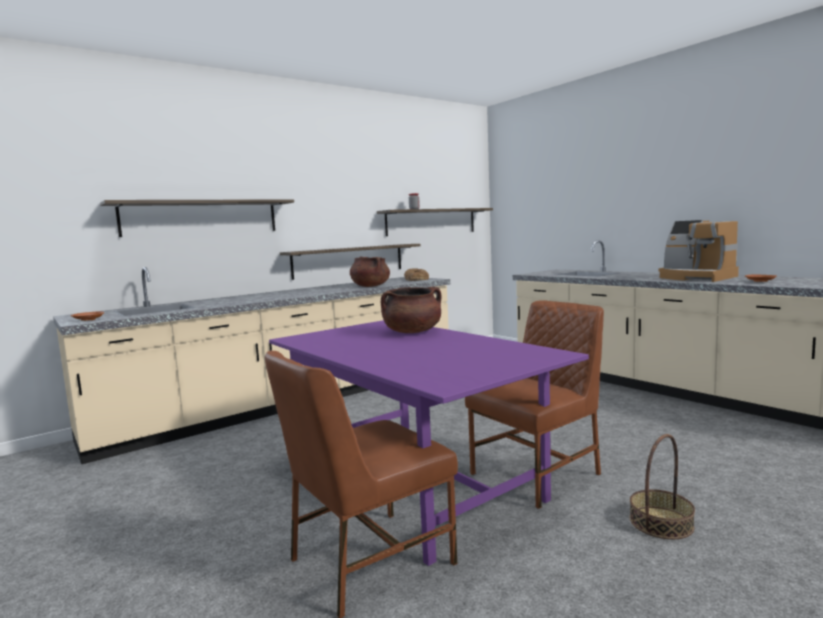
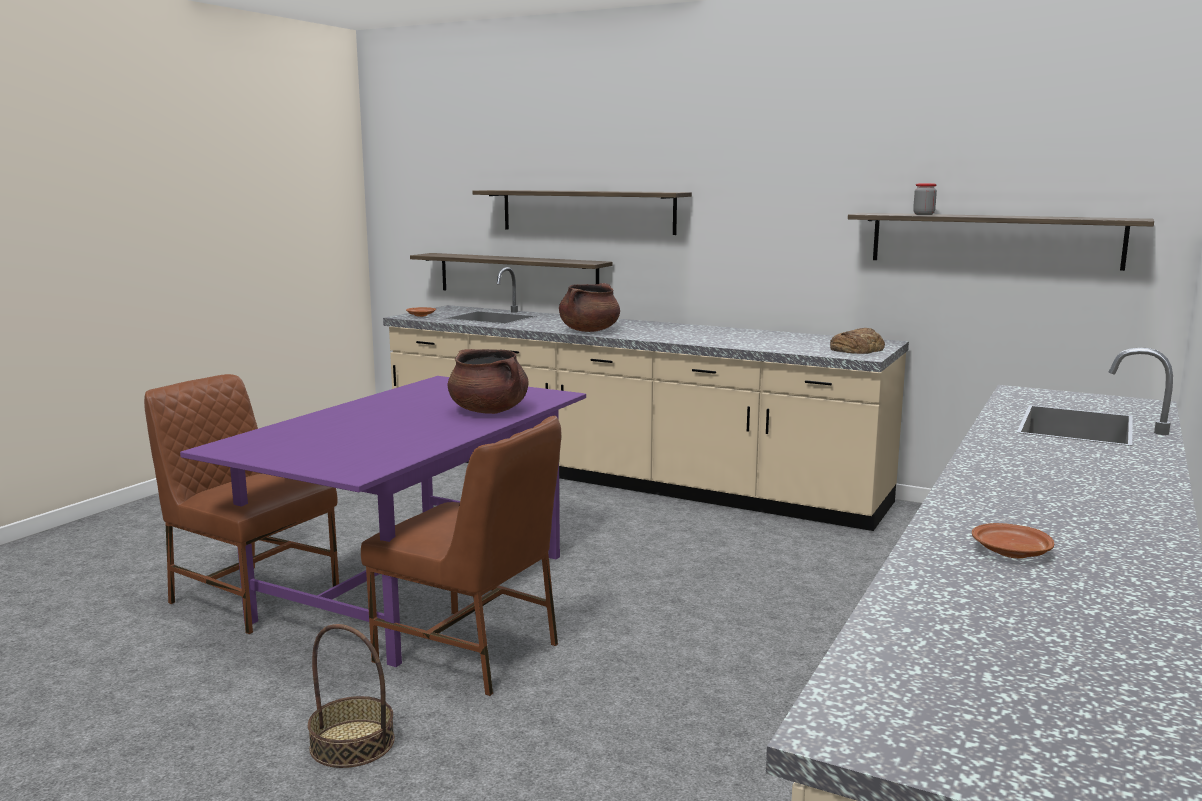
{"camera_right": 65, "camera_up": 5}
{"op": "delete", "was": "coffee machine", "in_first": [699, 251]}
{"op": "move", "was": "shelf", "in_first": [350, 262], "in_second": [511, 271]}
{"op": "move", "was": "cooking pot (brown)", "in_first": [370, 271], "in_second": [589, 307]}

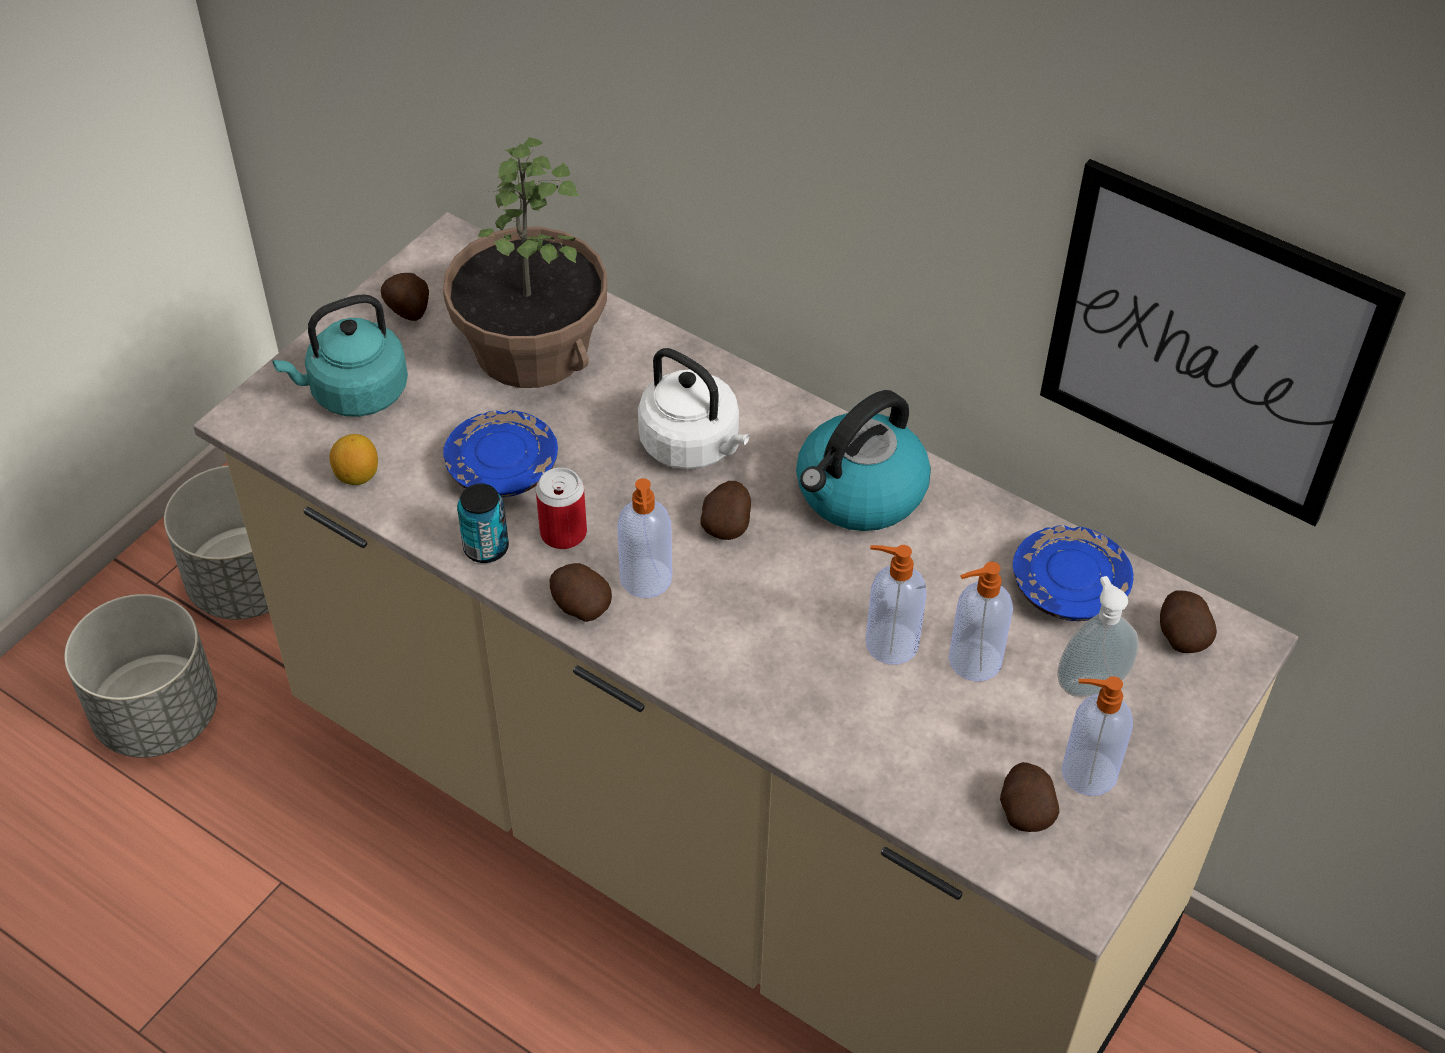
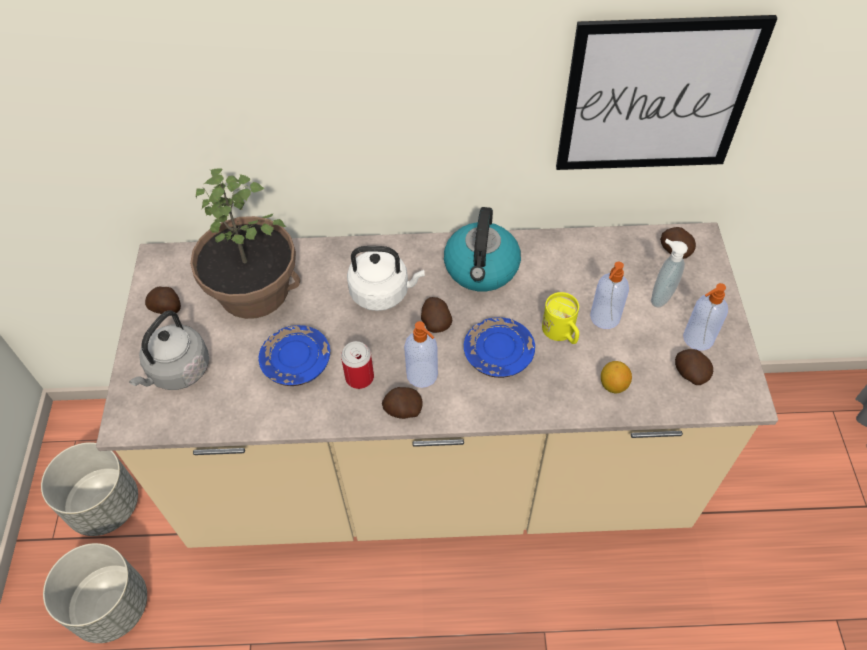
{"camera_right": -35, "camera_up": 5}
{"op": "recolor", "was": "kettle (turquoise)", "now": "kettle (grey)", "in_first": [340, 355], "in_second": [169, 350]}
{"op": "move", "was": "lemon", "in_first": [354, 459], "in_second": [616, 377]}
{"op": "delete", "was": "can", "in_first": [483, 523]}
{"op": "move", "was": "plate (blue)", "in_first": [1073, 573], "in_second": [499, 347]}
{"op": "replace", "was": "soap dispenser", "now": "mug (yellow)", "in_first": [896, 604], "in_second": [560, 318]}

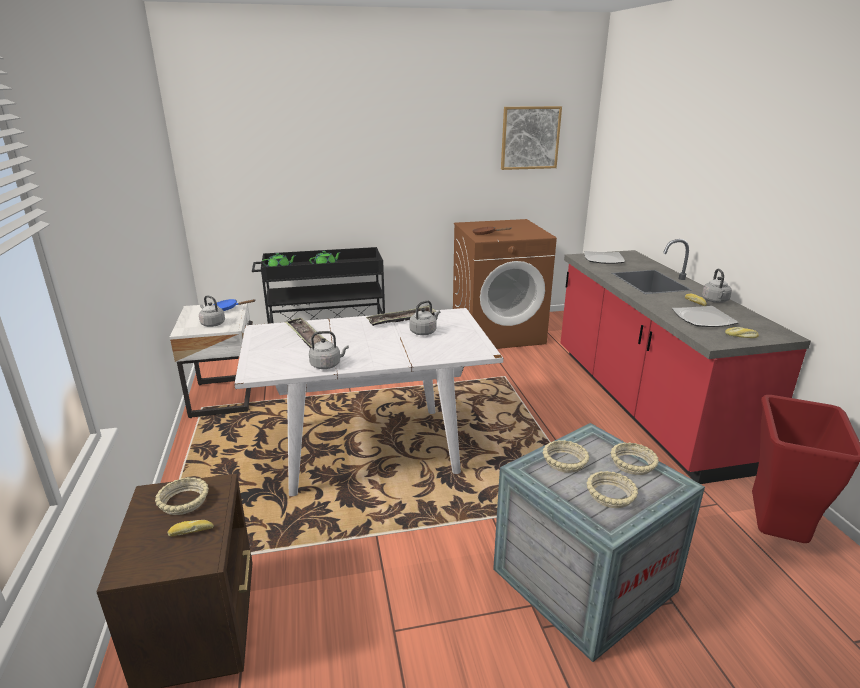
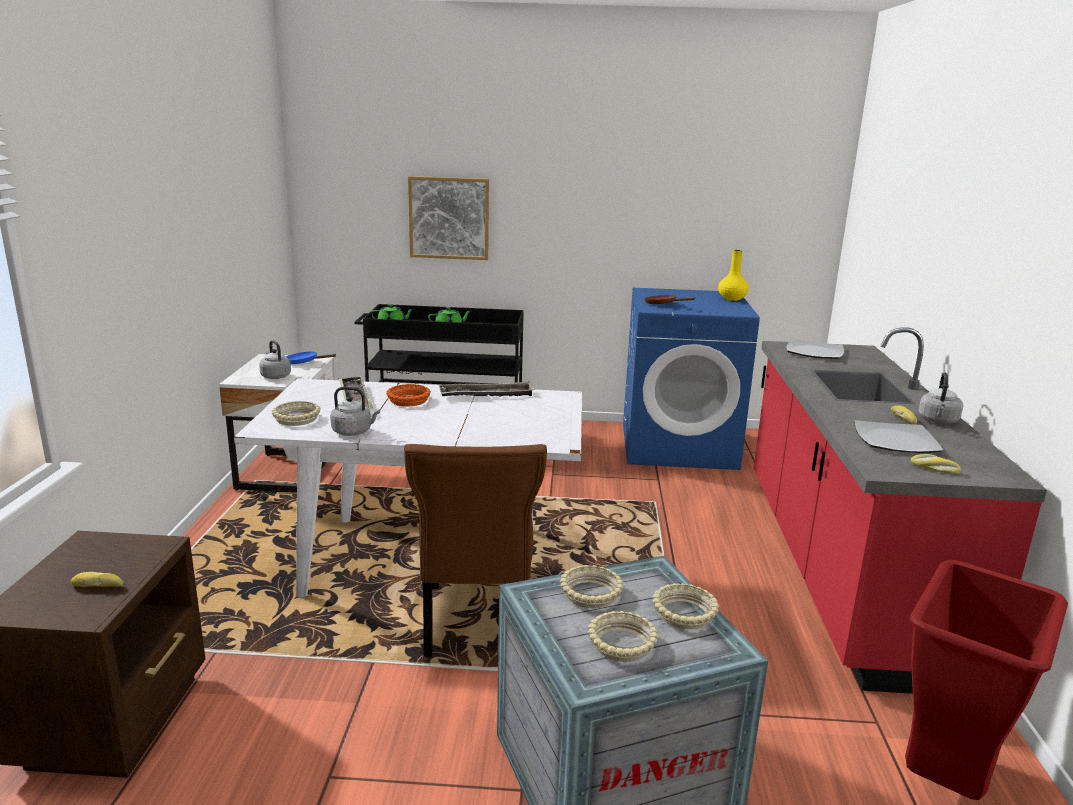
{"camera_right": 15, "camera_up": -5}
{"op": "move", "was": "picture", "in_first": [531, 138], "in_second": [448, 218]}
{"op": "recolor", "was": "washing machine (brown)", "now": "washing machine (blue)", "in_first": [505, 284], "in_second": [691, 379]}
{"op": "delete", "was": "kettle (grey)", "in_first": [424, 317]}
{"op": "move", "was": "bowl (beige)", "in_first": [182, 496], "in_second": [296, 413]}
{"op": "insert", "now": "vase (yellow)", "in_second": [733, 275]}
{"op": "insert", "now": "bowl (orange)", "in_second": [408, 395]}
{"op": "insert", "now": "chair (brown)", "in_second": [475, 550]}

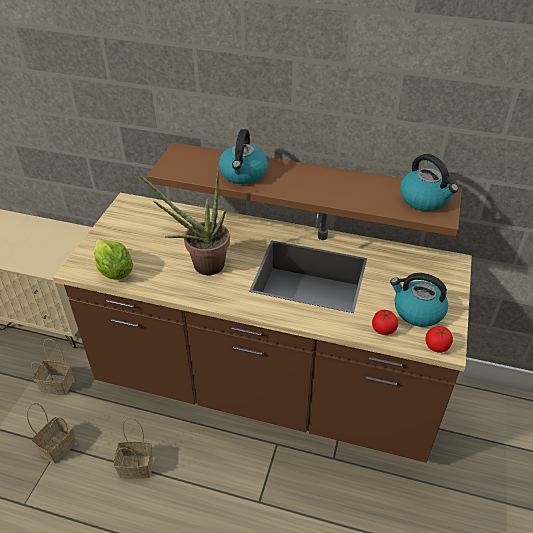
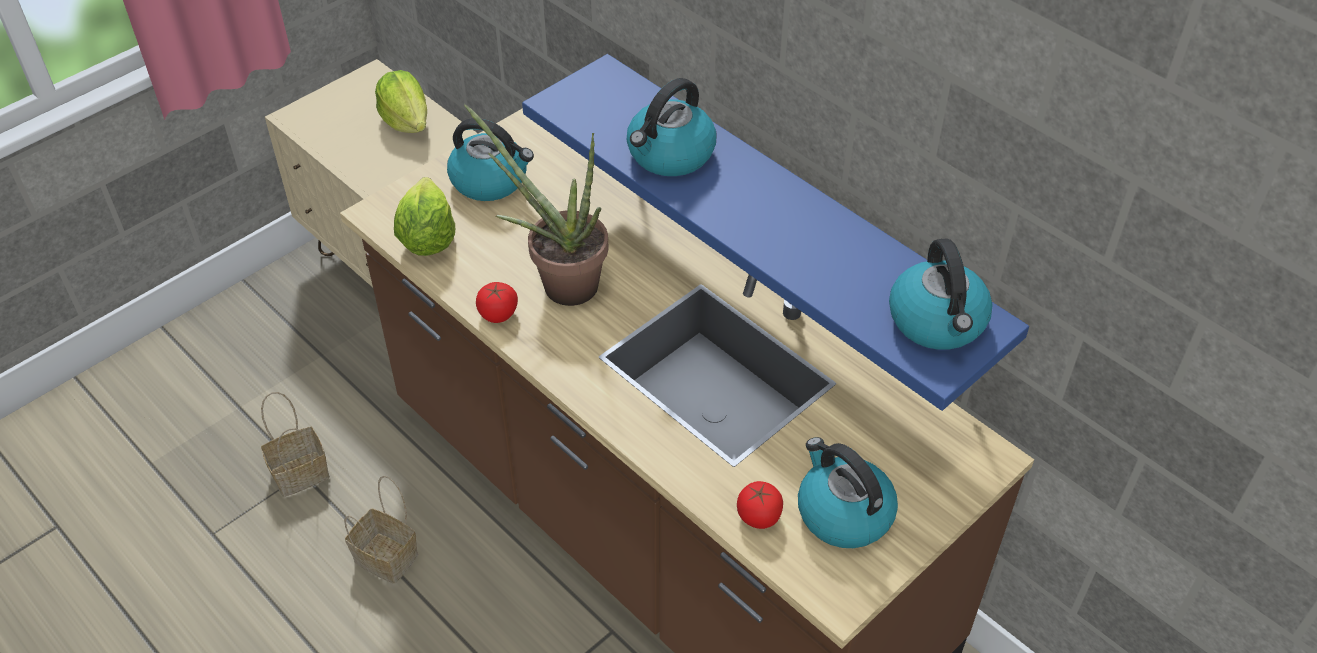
{"camera_right": 30, "camera_up": 5}
{"op": "recolor", "was": "shelf (brown)", "now": "shelf (blue)", "in_first": [304, 189], "in_second": [775, 232]}
{"op": "move", "was": "tomato", "in_first": [439, 339], "in_second": [497, 302]}
{"op": "delete", "was": "basket", "in_first": [52, 367]}
{"op": "insert", "now": "lettuce", "in_second": [401, 101]}
{"op": "insert", "now": "kettle", "in_second": [490, 159]}

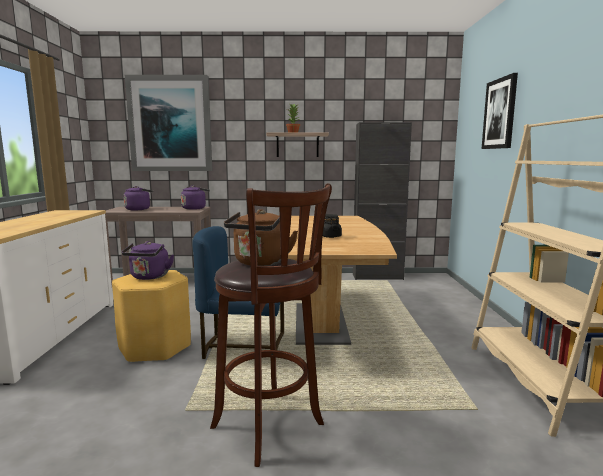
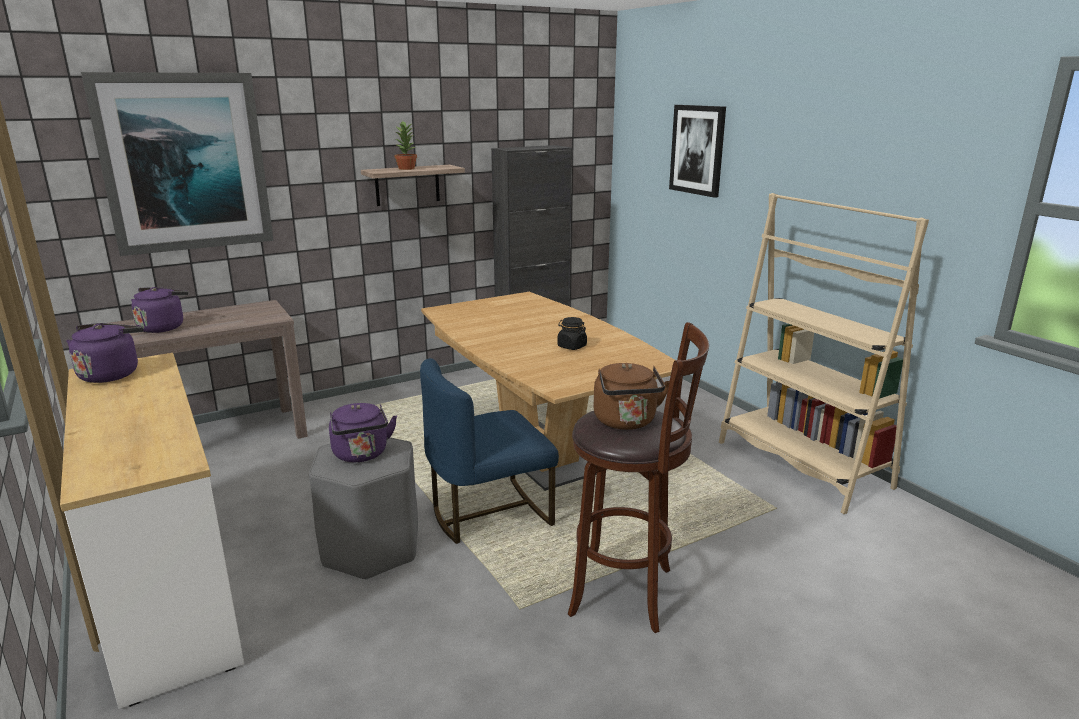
{"camera_right": -30, "camera_up": 10}
{"op": "move", "was": "kettle (purple)", "in_first": [195, 198], "in_second": [104, 353]}
{"op": "recolor", "was": "stool (yellow)", "now": "stool (grey)", "in_first": [151, 316], "in_second": [363, 508]}

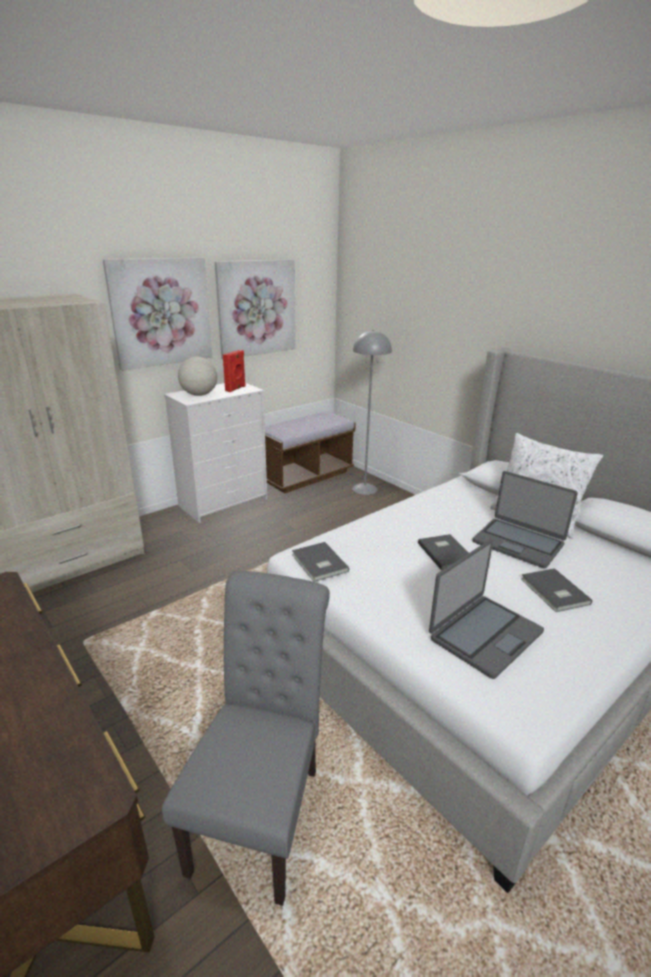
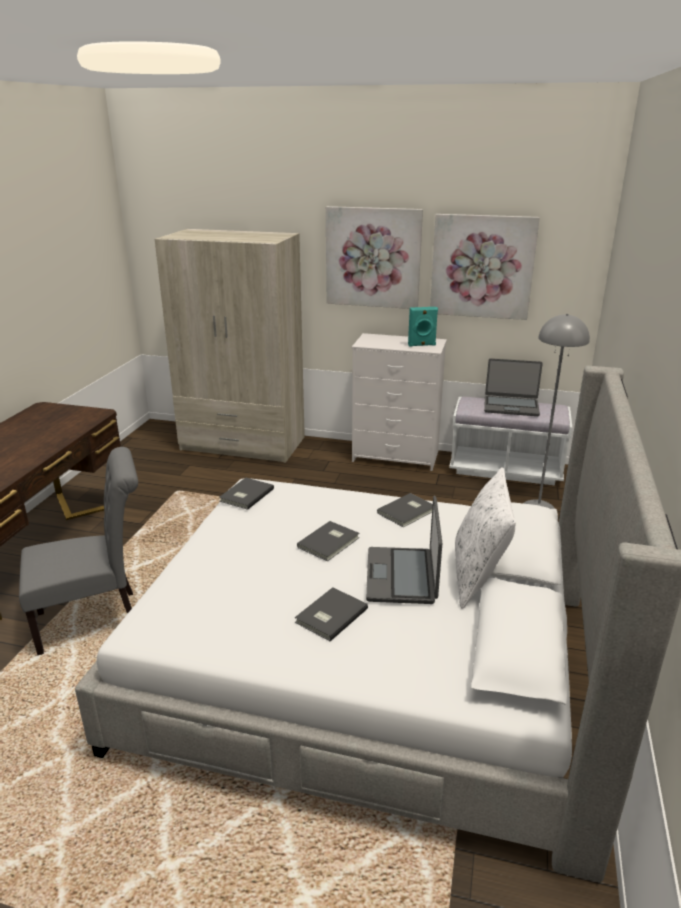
{"camera_right": 55, "camera_up": 0}
{"op": "recolor", "was": "speaker (red)", "now": "speaker (turquoise)", "in_first": [234, 371], "in_second": [423, 327]}
{"op": "delete", "was": "globe", "in_first": [197, 376]}
{"op": "recolor", "was": "bench (brown)", "now": "bench (white)", "in_first": [310, 452], "in_second": [510, 441]}
{"op": "move", "was": "laptop", "in_first": [486, 609], "in_second": [513, 387]}
{"op": "insert", "now": "book (grey)", "in_second": [405, 510]}

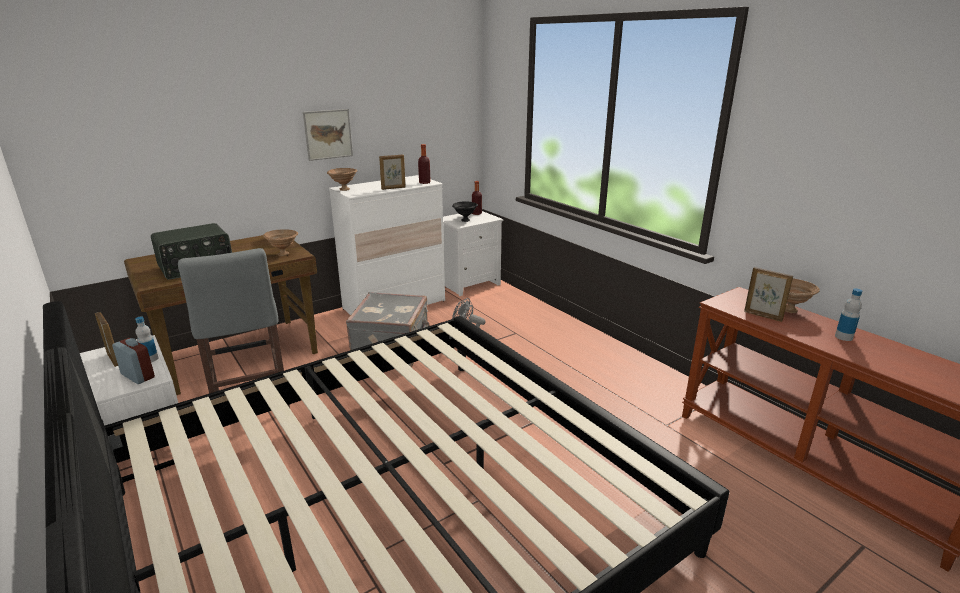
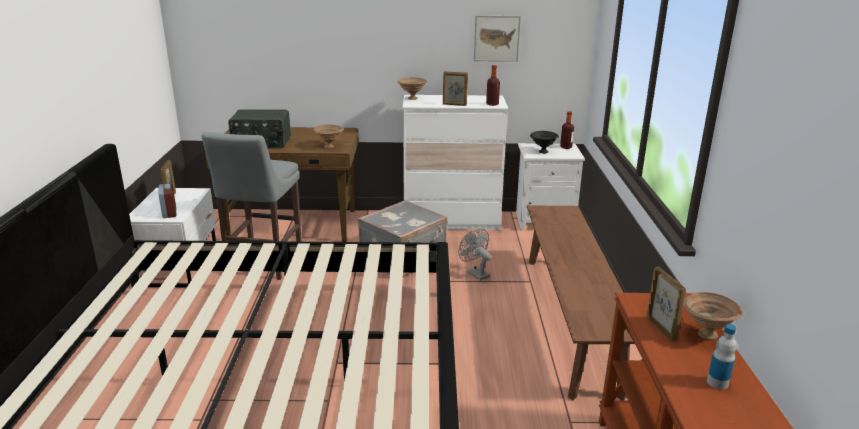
{"camera_right": 35, "camera_up": 0}
{"op": "move", "was": "picture", "in_first": [328, 135], "in_second": [497, 38]}
{"op": "delete", "was": "bottle", "in_first": [146, 339]}
{"op": "insert", "now": "bench (brown)", "in_second": [580, 303]}

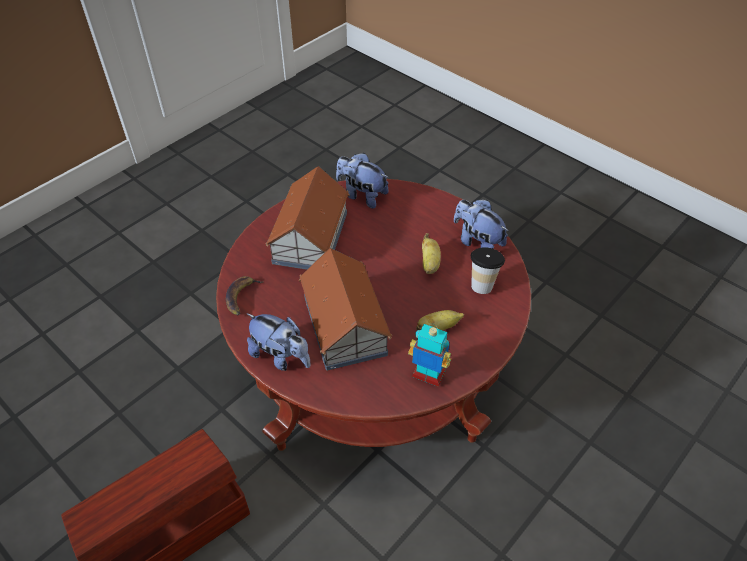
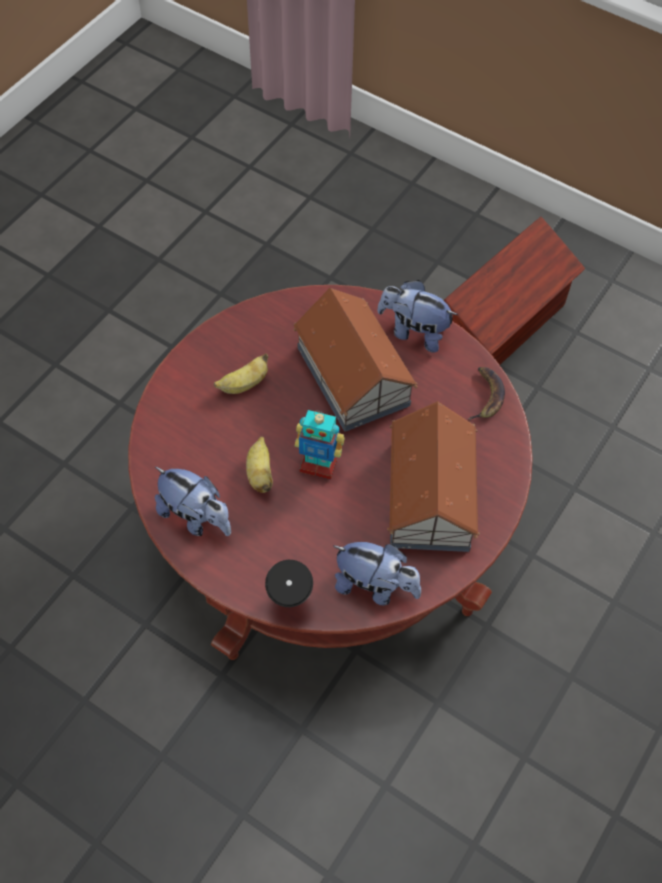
{"camera_right": 170, "camera_up": 10}
{"op": "move", "was": "cup", "in_first": [488, 270], "in_second": [289, 583]}
{"op": "move", "was": "toy robot", "in_first": [429, 355], "in_second": [320, 445]}

